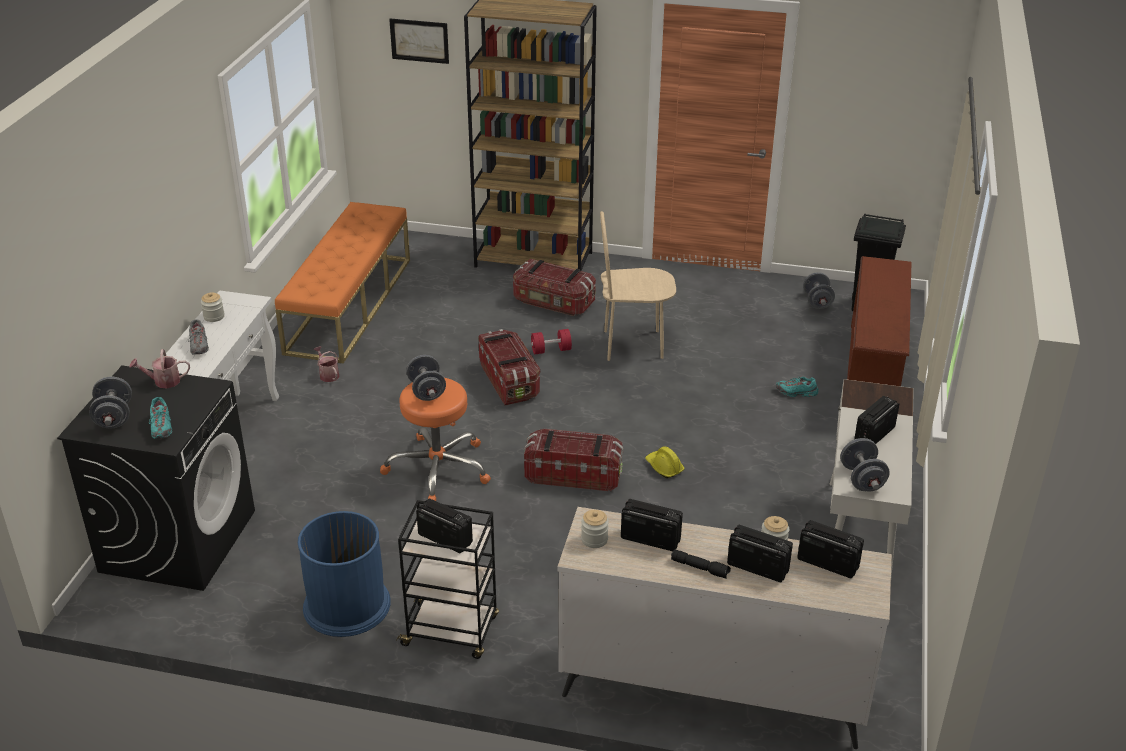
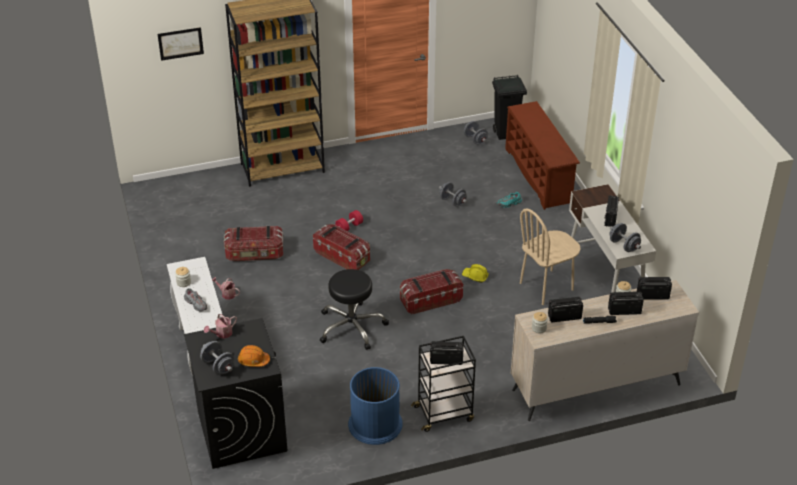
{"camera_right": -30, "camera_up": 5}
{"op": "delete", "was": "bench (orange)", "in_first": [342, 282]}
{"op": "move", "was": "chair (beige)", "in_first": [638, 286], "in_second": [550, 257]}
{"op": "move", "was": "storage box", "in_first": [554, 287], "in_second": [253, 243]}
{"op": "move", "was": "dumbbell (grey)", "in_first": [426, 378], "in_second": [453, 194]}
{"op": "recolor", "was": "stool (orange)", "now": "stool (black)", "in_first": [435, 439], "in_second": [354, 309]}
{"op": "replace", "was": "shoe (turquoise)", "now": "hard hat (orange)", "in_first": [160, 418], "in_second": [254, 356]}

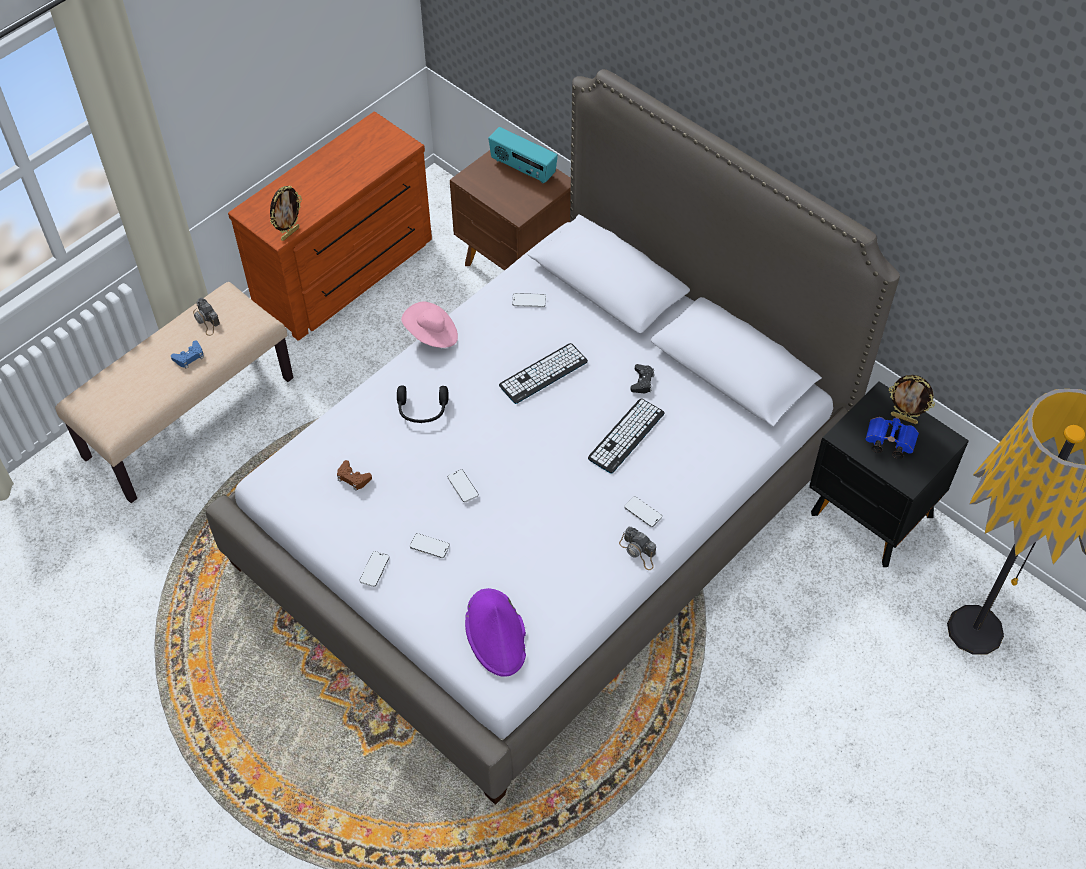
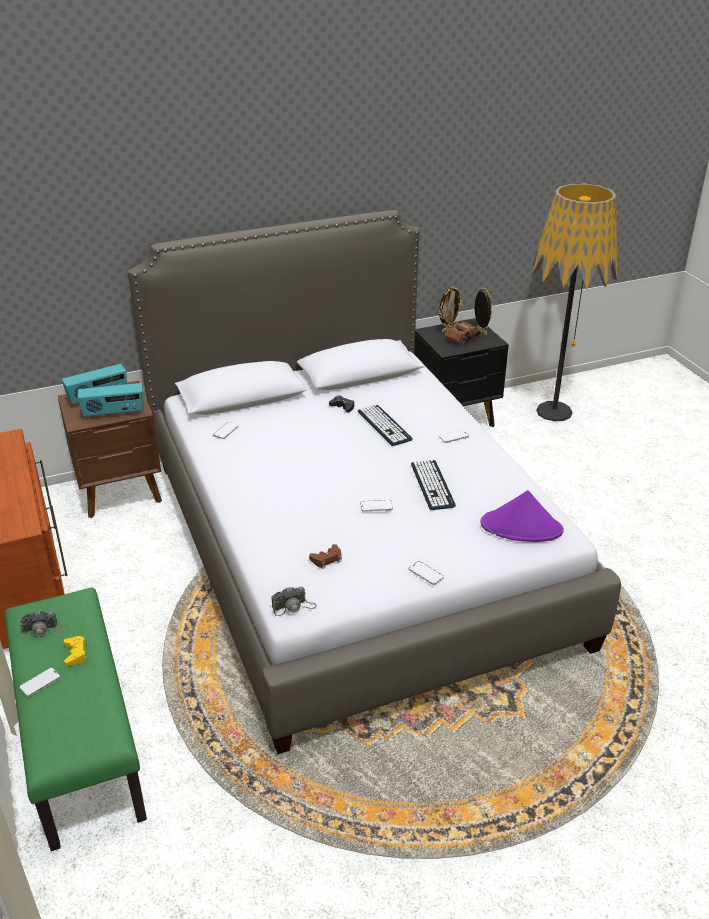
{"camera_right": -65, "camera_up": -20}
{"op": "move", "was": "picture frame", "in_first": [286, 213], "in_second": [484, 311]}
{"op": "recolor", "was": "bench (beige)", "now": "bench (green)", "in_first": [174, 392], "in_second": [76, 719]}
{"op": "delete", "was": "hat (pink)", "in_first": [429, 324]}
{"op": "recolor", "was": "game controller (blue)", "now": "game controller (yellow)", "in_first": [187, 354], "in_second": [76, 651]}
{"op": "move", "was": "keyboard", "in_first": [543, 373], "in_second": [433, 485]}
{"op": "delete", "was": "headphones (black)", "in_first": [423, 404]}
{"op": "recolor", "was": "binoculars (blue)", "now": "binoculars (brown)", "in_first": [892, 438], "in_second": [462, 332]}
{"op": "move", "was": "photo camera", "in_first": [637, 548], "in_second": [294, 601]}
{"op": "move", "was": "phone", "in_first": [430, 545], "in_second": [40, 682]}
{"op": "insert", "now": "radio", "in_second": [110, 401]}

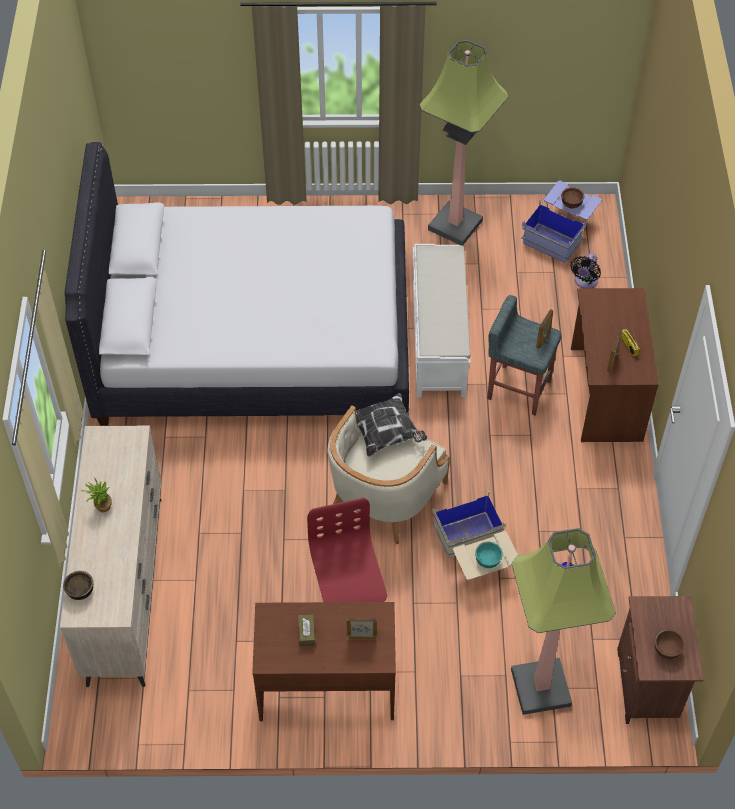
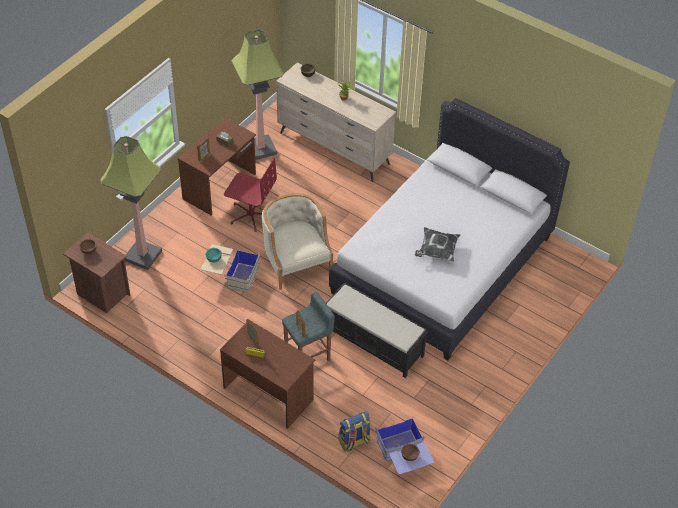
{"camera_right": 125, "camera_up": -5}
{"op": "move", "was": "floor lamp", "in_first": [463, 143], "in_second": [258, 95]}
{"op": "recolor", "was": "bench (white)", "now": "bench (black)", "in_first": [442, 320], "in_second": [377, 330]}
{"op": "replace", "was": "fan (black)", "now": "backpack", "in_first": [586, 270], "in_second": [355, 431]}
{"op": "move", "was": "pillow", "in_first": [386, 425], "in_second": [437, 244]}

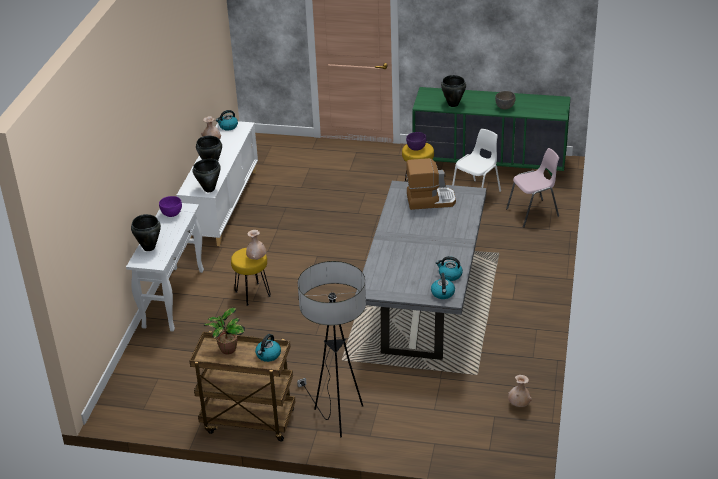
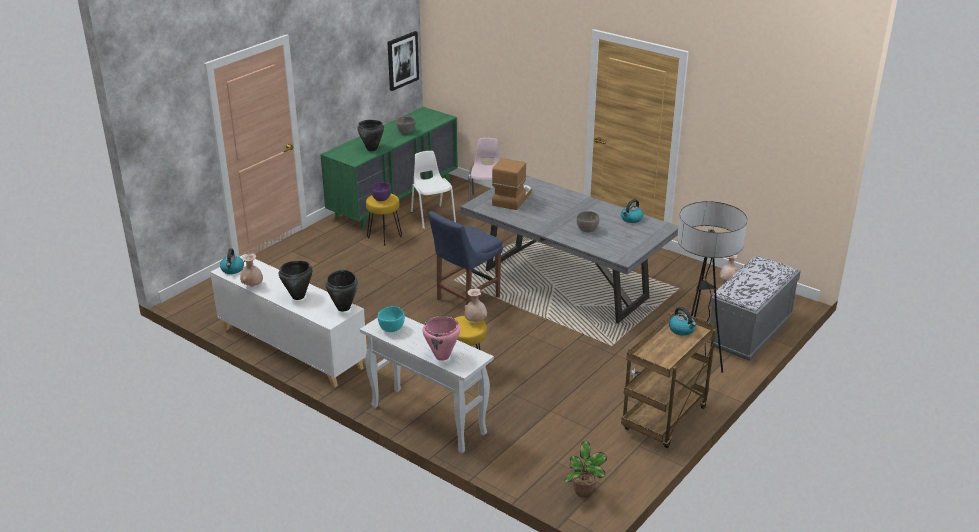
{"camera_right": -65, "camera_up": -5}
{"op": "recolor", "was": "bowl (purple)", "now": "bowl (turquoise)", "in_first": [170, 206], "in_second": [391, 319]}
{"op": "recolor", "was": "cooking pot (black)", "now": "cooking pot (pink)", "in_first": [146, 232], "in_second": [441, 338]}
{"op": "delete", "was": "kettle", "in_first": [443, 286]}
{"op": "move", "was": "potted plant", "in_first": [224, 330], "in_second": [585, 469]}
{"op": "insert", "now": "picture", "in_second": [403, 61]}
{"op": "insert", "now": "chair (blue)", "in_second": [465, 258]}
{"op": "insert", "now": "bowl (grey)", "in_second": [588, 221]}
{"op": "insert", "now": "bench (grey)", "in_second": [754, 308]}

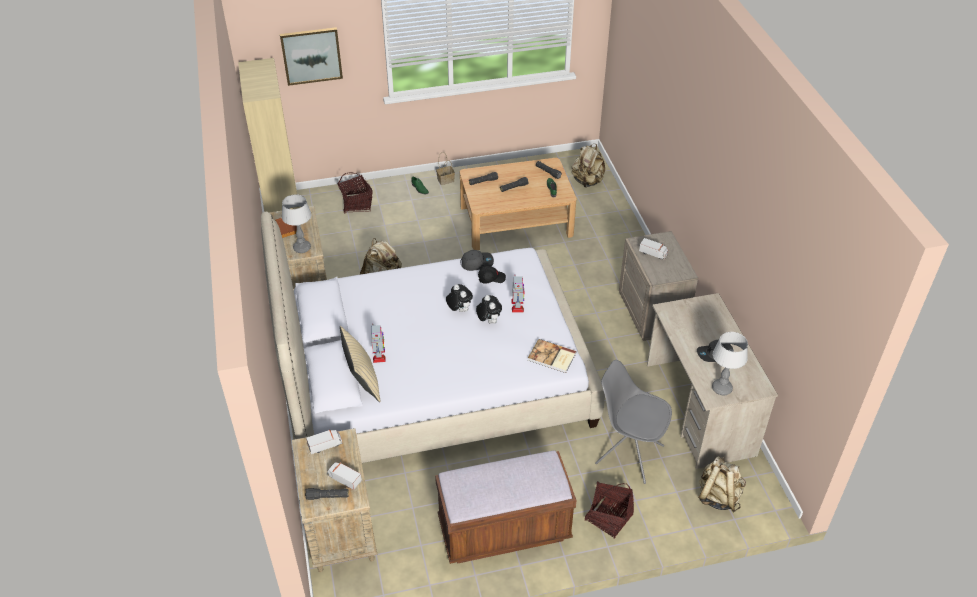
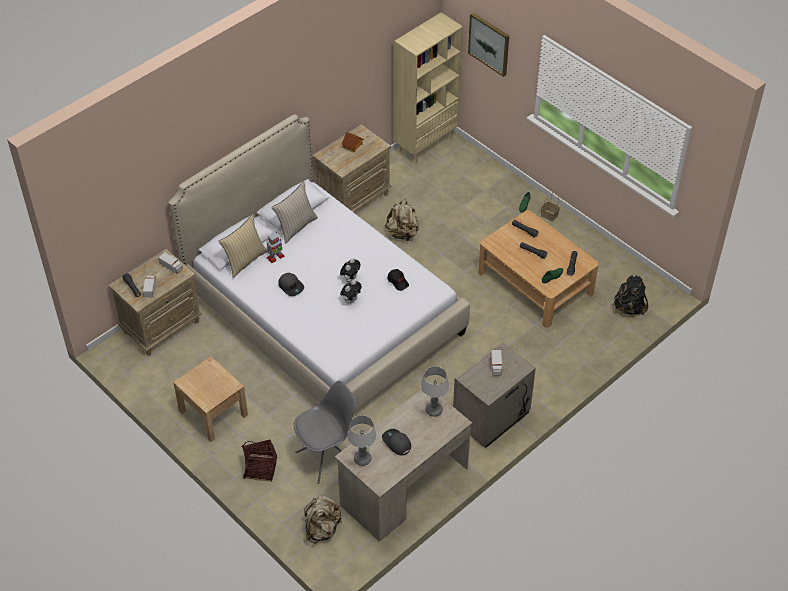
{"camera_right": 60, "camera_up": 5}
{"op": "recolor", "was": "backpack (beige)", "now": "backpack (black)", "in_first": [588, 166], "in_second": [631, 295]}
{"op": "delete", "was": "basket", "in_first": [355, 193]}
{"op": "move", "was": "table lamp", "in_first": [297, 223], "in_second": [435, 391]}
{"op": "move", "was": "cap (grey)", "in_first": [477, 260], "in_second": [291, 284]}
{"op": "delete", "was": "toy robot", "in_first": [518, 294]}
{"op": "delete", "was": "book", "in_first": [552, 356]}
{"op": "rotate", "was": "chair (grey)", "in_first": [633, 422], "in_second": [325, 432], "clockwise": 60}
{"op": "replace", "was": "bench (brown)", "now": "nightstand (beige)", "in_first": [506, 507], "in_second": [210, 399]}
{"op": "insert", "now": "pillow (beige)", "in_second": [295, 212]}

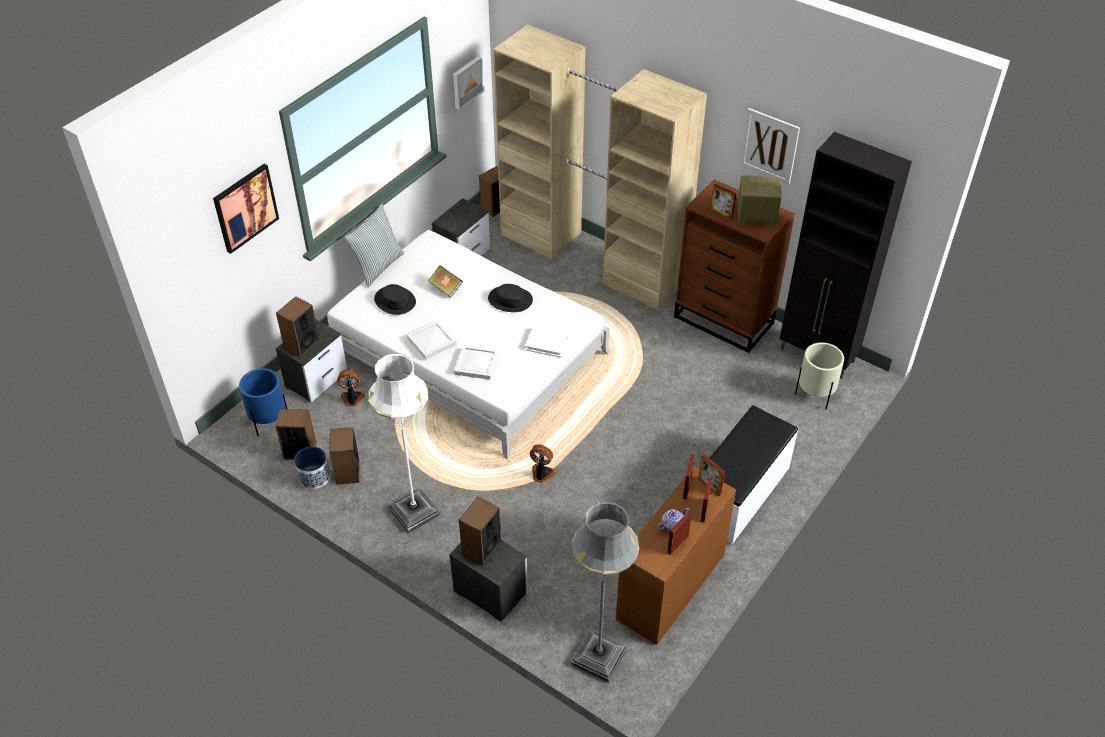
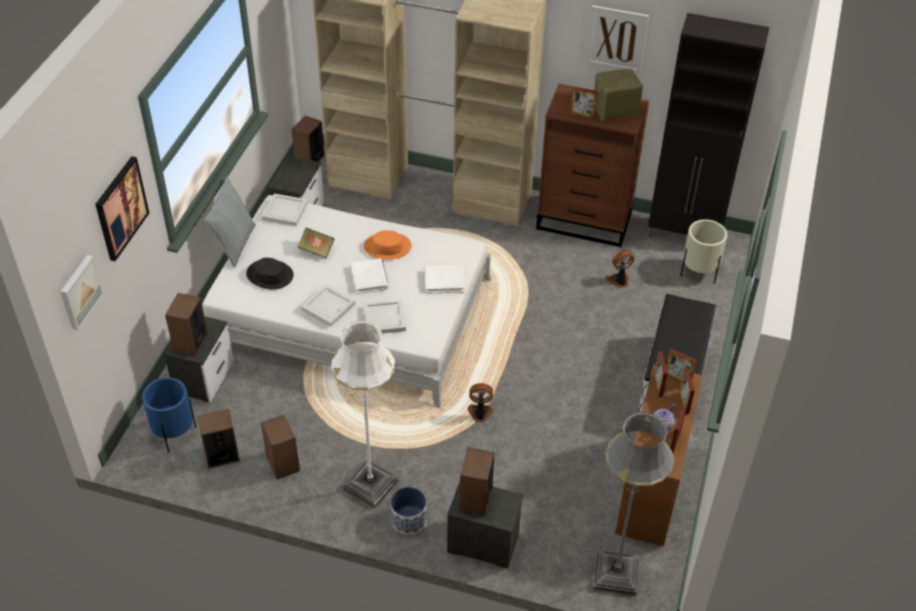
{"camera_right": -20, "camera_up": 0}
{"op": "move", "was": "picture", "in_first": [468, 82], "in_second": [82, 292]}
{"op": "recolor", "was": "hat (black)", "now": "hat (orange)", "in_first": [510, 298], "in_second": [388, 245]}
{"op": "move", "was": "fan", "in_first": [351, 388], "in_second": [620, 269]}
{"op": "move", "was": "planter", "in_first": [312, 468], "in_second": [408, 510]}
{"op": "insert", "now": "tray (white)", "in_second": [285, 210]}
{"op": "insert", "now": "book (white)", "in_second": [370, 276]}

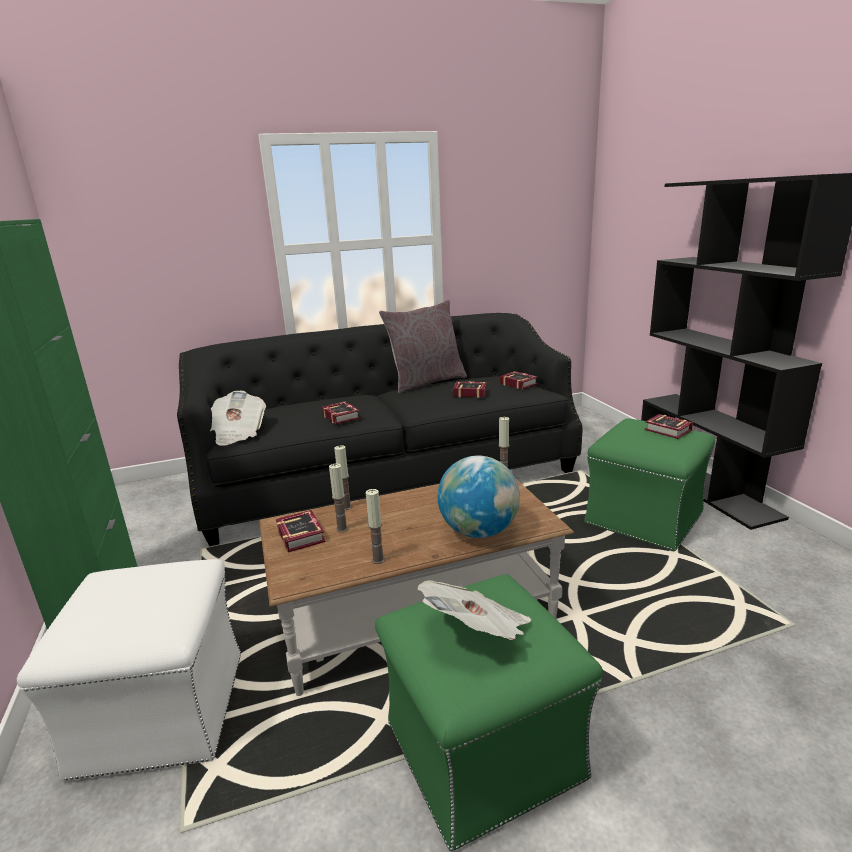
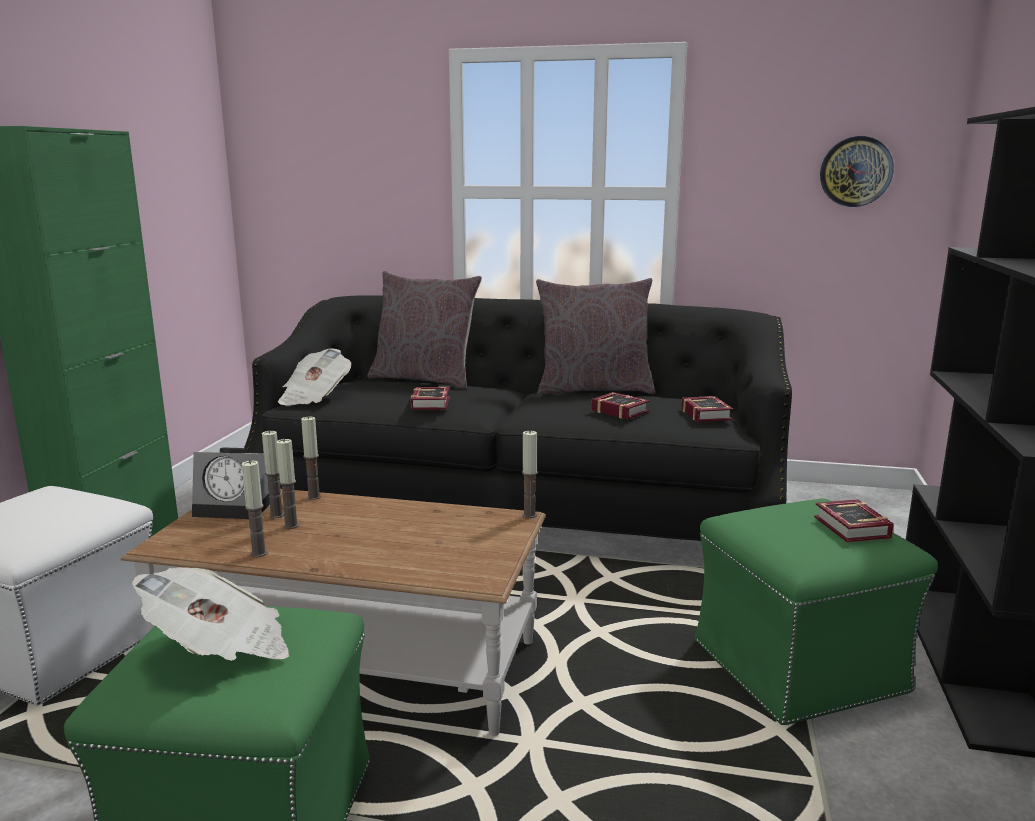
{"camera_right": 30, "camera_up": -5}
{"op": "delete", "was": "globe", "in_first": [478, 497]}
{"op": "replace", "was": "book", "now": "alarm clock", "in_first": [300, 531], "in_second": [231, 483]}
{"op": "insert", "now": "wall clock", "in_second": [857, 171]}
{"op": "insert", "now": "pillow (grey)", "in_second": [424, 330]}
{"op": "insert", "now": "candle", "in_second": [287, 483]}

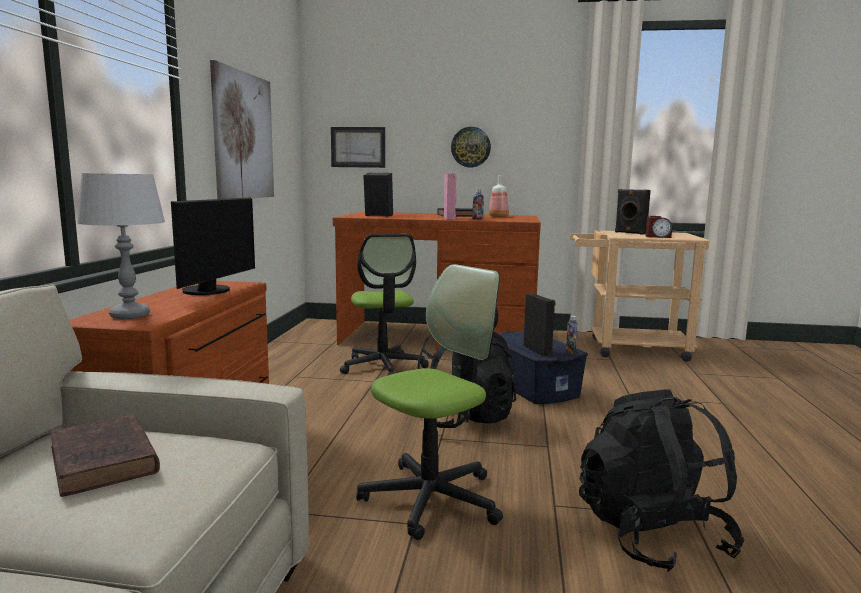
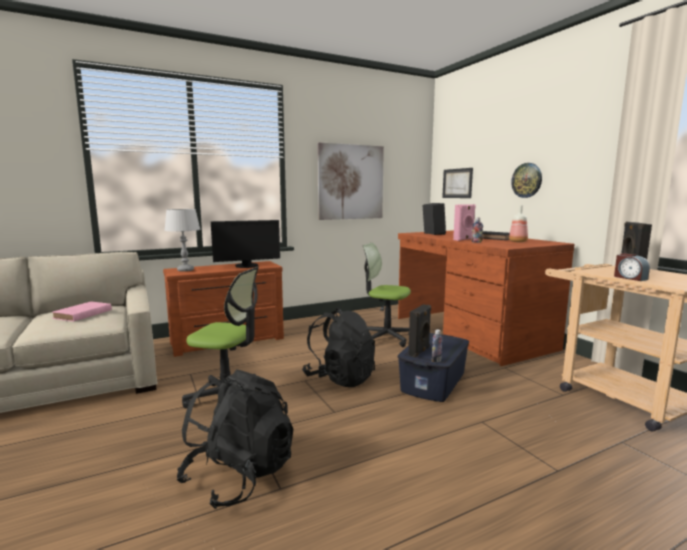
{"camera_right": 55, "camera_up": 0}
{"op": "rotate", "was": "office chair", "in_first": [384, 304], "in_second": [387, 295], "clockwise": 75}
{"op": "recolor", "was": "book (brown)", "now": "book (pink)", "in_first": [105, 456], "in_second": [82, 311]}

